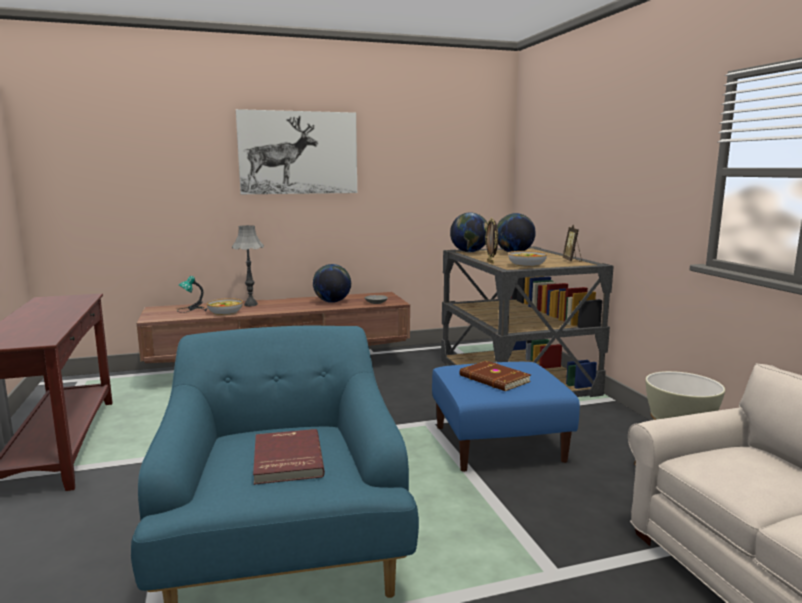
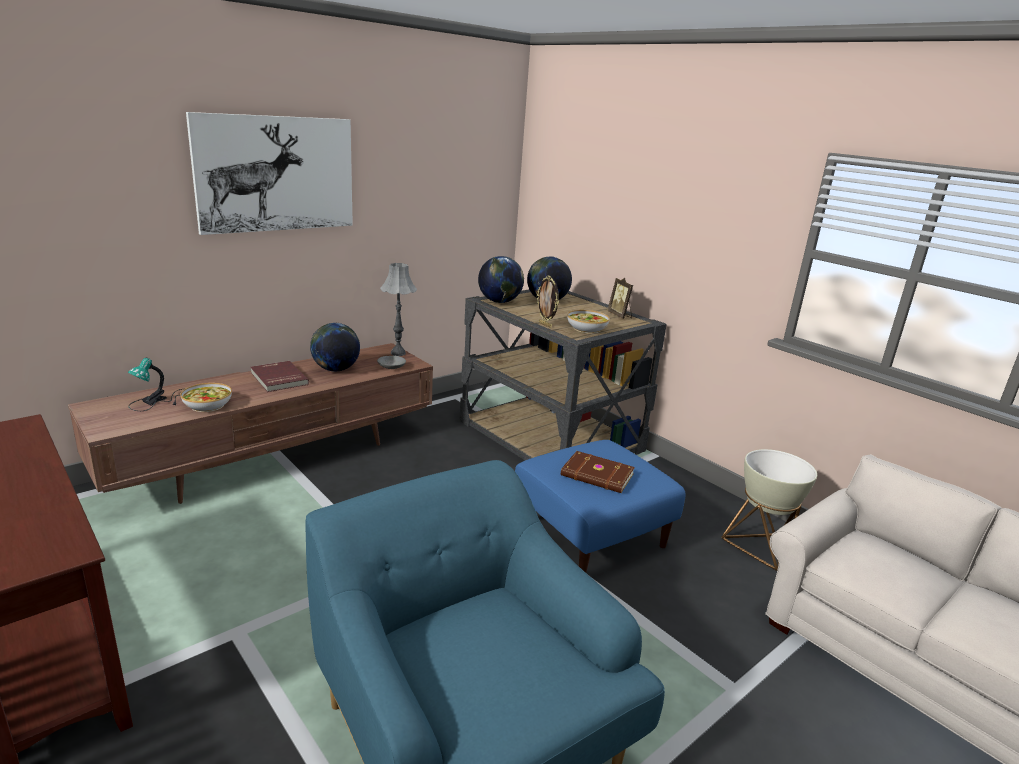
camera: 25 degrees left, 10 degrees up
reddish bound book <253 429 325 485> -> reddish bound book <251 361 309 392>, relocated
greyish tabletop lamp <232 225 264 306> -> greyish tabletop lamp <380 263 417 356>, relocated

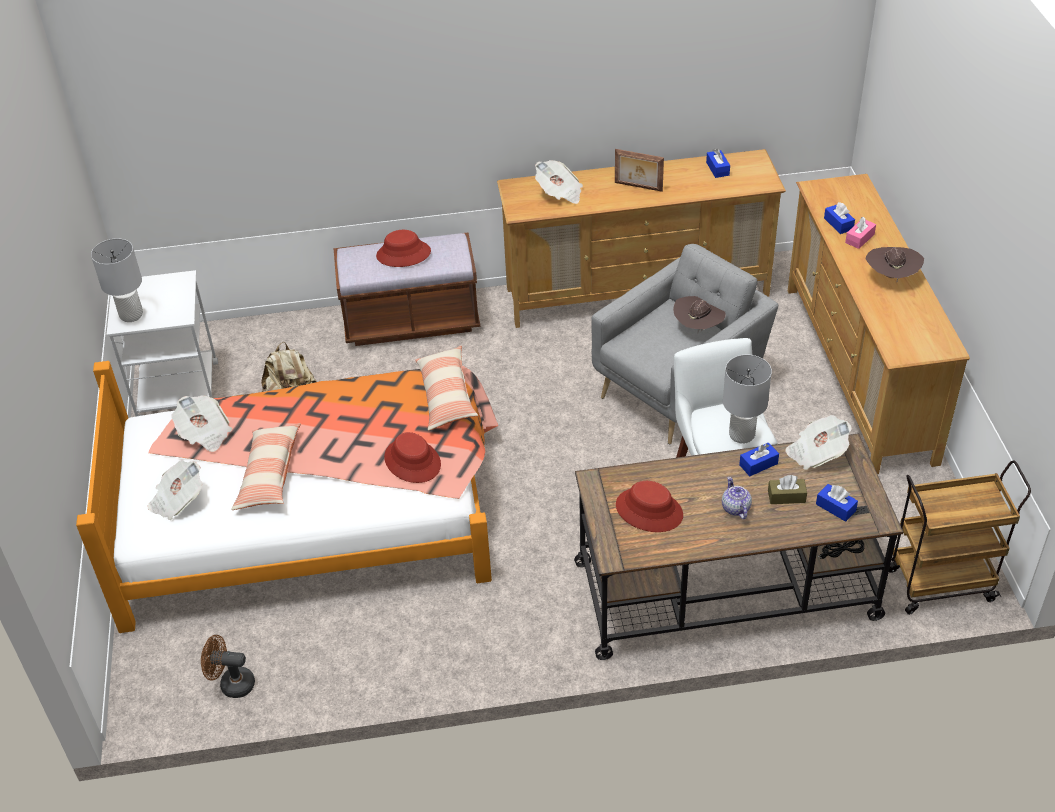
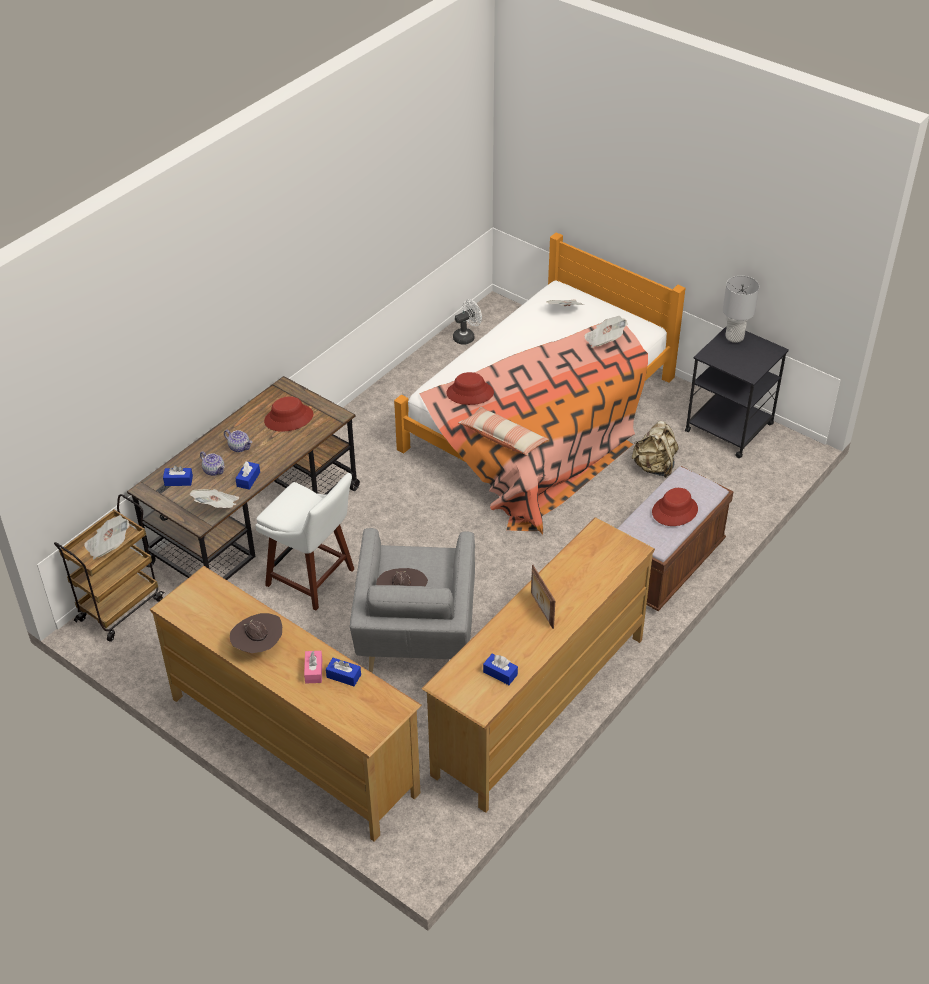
camera: 135 degrees right, 0 degrees up
newspaper <535 160 583 204> -> newspaper <84 515 130 559>, relocated
brownish box of tissues <768 475 807 504> -> tea pot <200 451 225 476>
brownish electric fan <201 635 255 698> -> whitish electric fan <453 299 482 345>
picture frame <615 149 664 192> -> picture frame <531 565 555 629>, 90 degrees counterclockwise
whitish wheeled cart <107 270 218 416> -> black-coloured wheeled cart <685 326 789 458>
pillow <231 423 301 510> -> none
greyish tabletop lamp <723 355 772 444> -> none

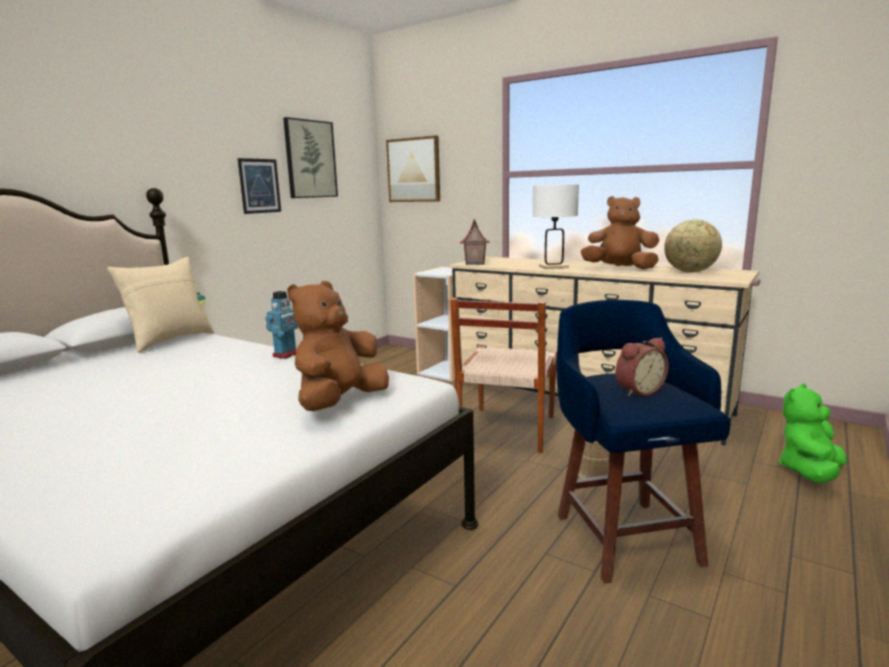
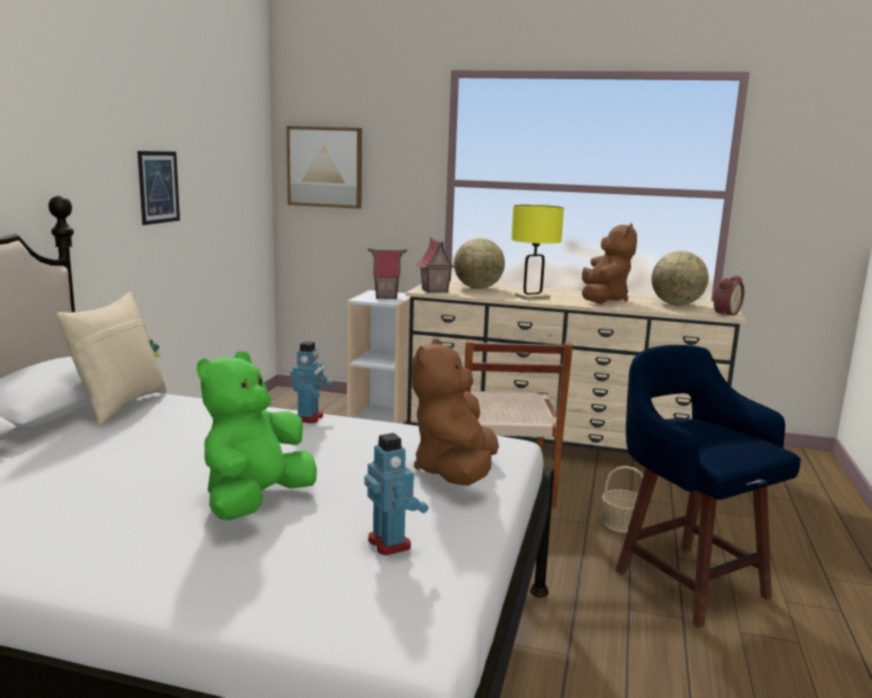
camera: 20 degrees left, 0 degrees up
green-coloured cuddly toy <779 383 847 483> -> green-coloured cuddly toy <197 351 317 520>, relocated
none -> robot figure <364 433 429 555>
none -> model house <368 248 407 299>
none -> globe <454 238 505 289>
whitish tabletop lamp <533 184 579 269> -> yellow-coloured tabletop lamp <511 205 564 300>
brownish cuddly toy <581 196 659 269> -> brownish cuddly toy <582 223 637 304>, 105 degrees clockwise
alarm clock <615 338 669 397> -> alarm clock <713 276 744 316>, relocated
picture <283 117 338 198> -> none

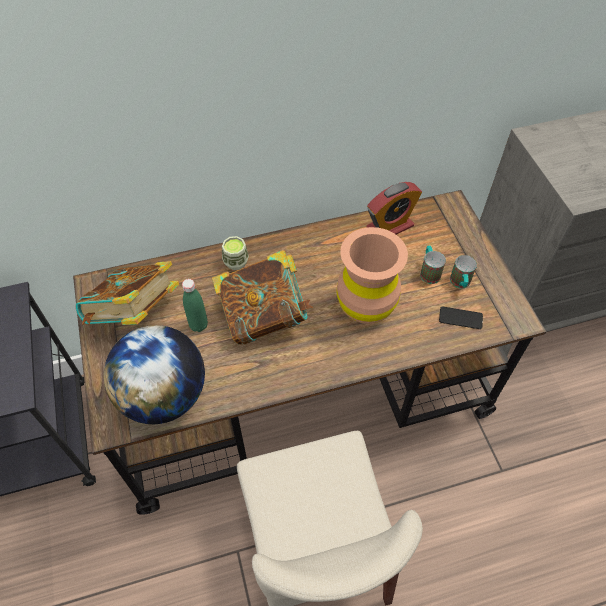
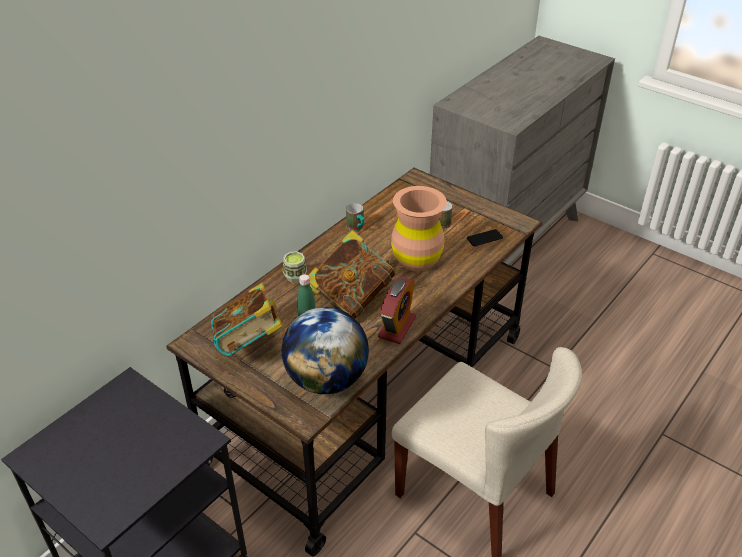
camera: 35 degrees left, 15 degrees down
coffee mug <450 255 477 288> -> coffee mug <346 203 364 231>, relocated
alarm clock <366 182 422 235> -> alarm clock <378 277 416 344>, relocated

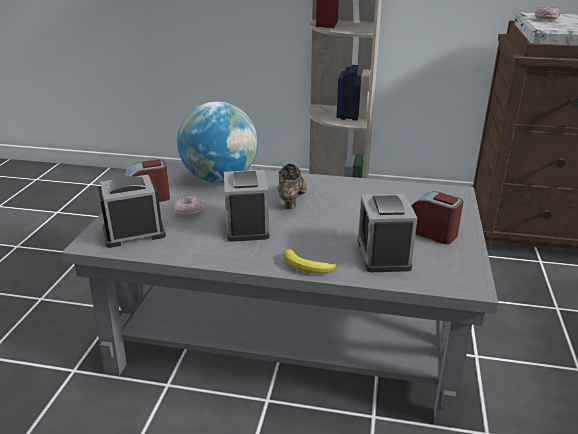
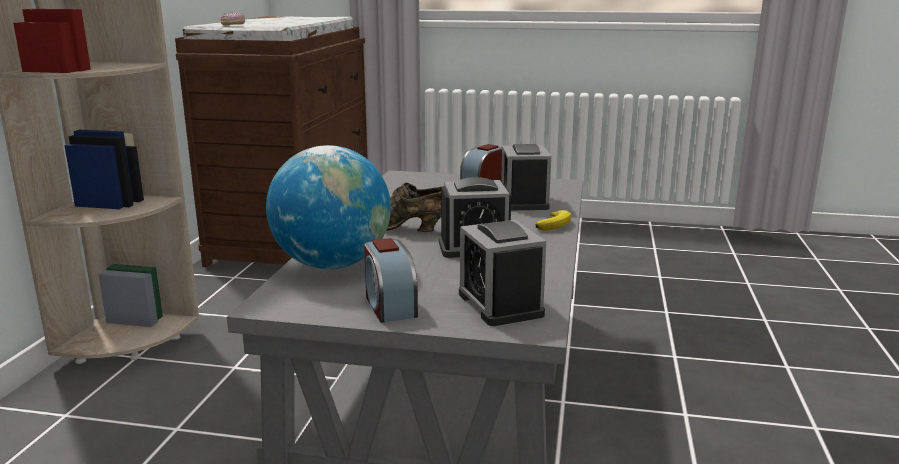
camera: 90 degrees left, 10 degrees down
alarm clock <358 194 418 272> -> alarm clock <501 144 551 210>, 90 degrees clockwise
doughnut <174 195 203 216> -> none

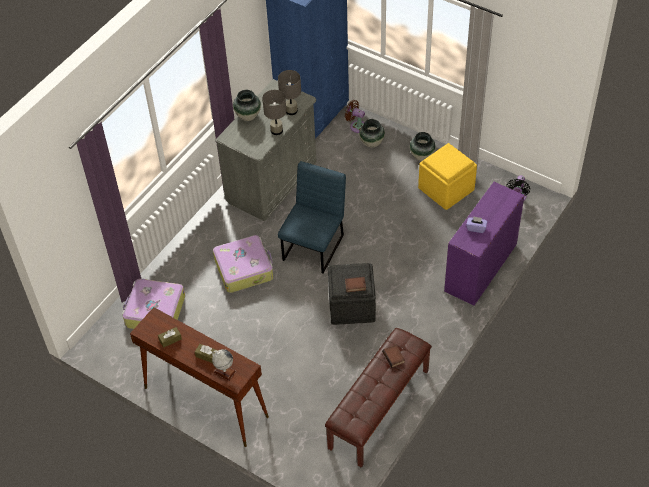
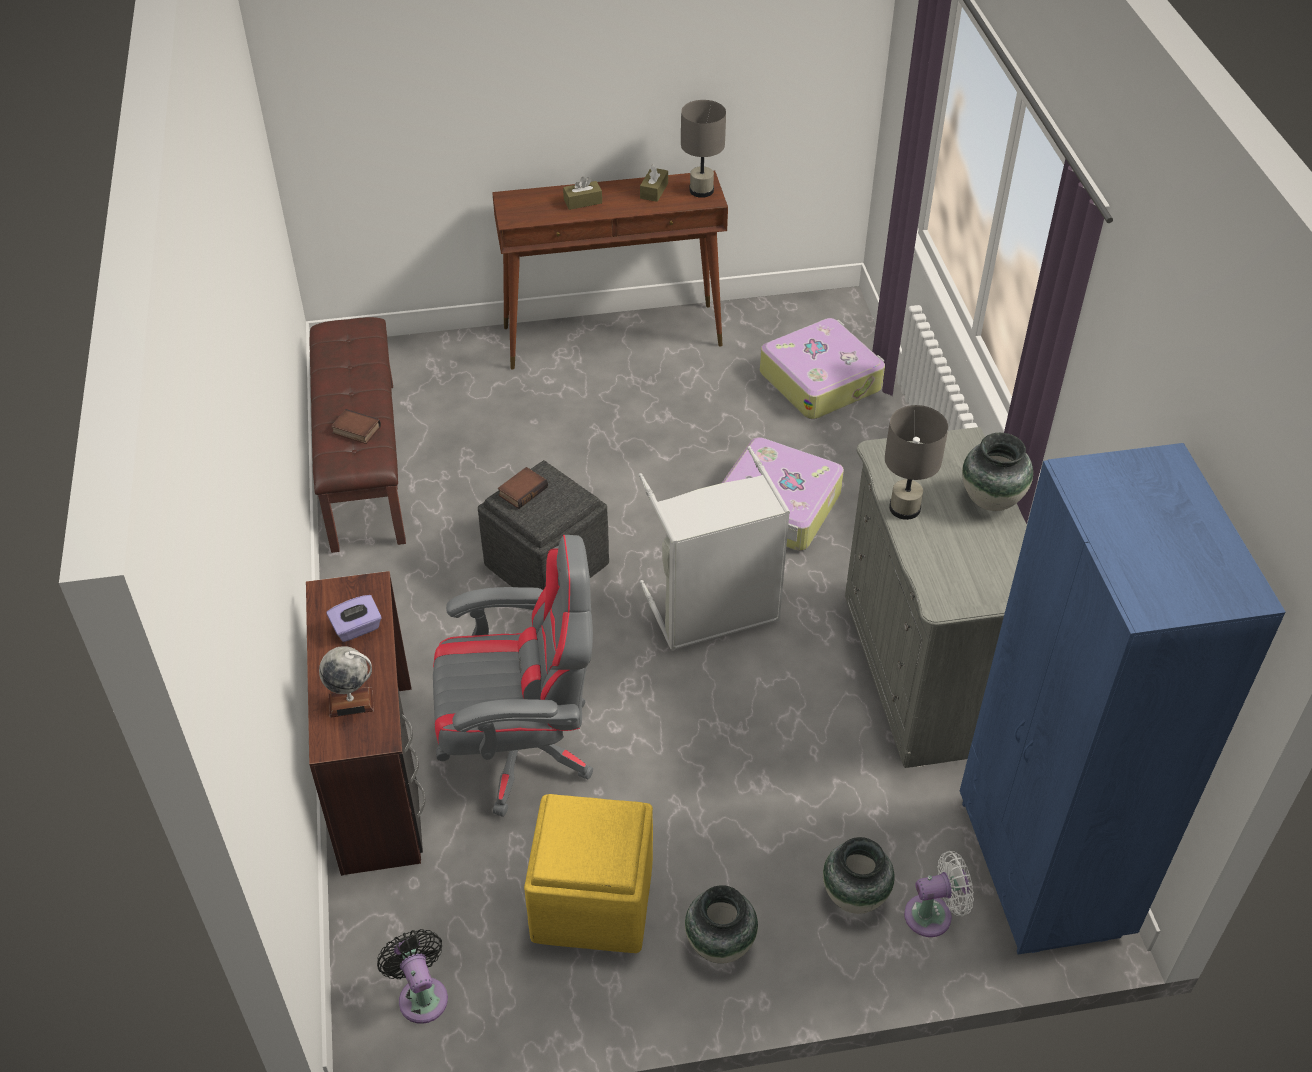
camera: 135 degrees right, 5 degrees down
purple-coloured desk unit <444 182 525 305> -> brownish desk unit <306 571 425 876>
globe <212 349 236 381> -> globe <319 646 374 718>, relocated
none -> greyish office chair <433 535 593 817>
blue chair <278 161 346 274> -> greyish washing basket <638 446 790 651>
greyish tabletop lamp <278 70 301 115> -> greyish tabletop lamp <681 100 726 198>, relocated
brownish electric fan <345 100 365 133> -> whitish electric fan <904 851 974 937>

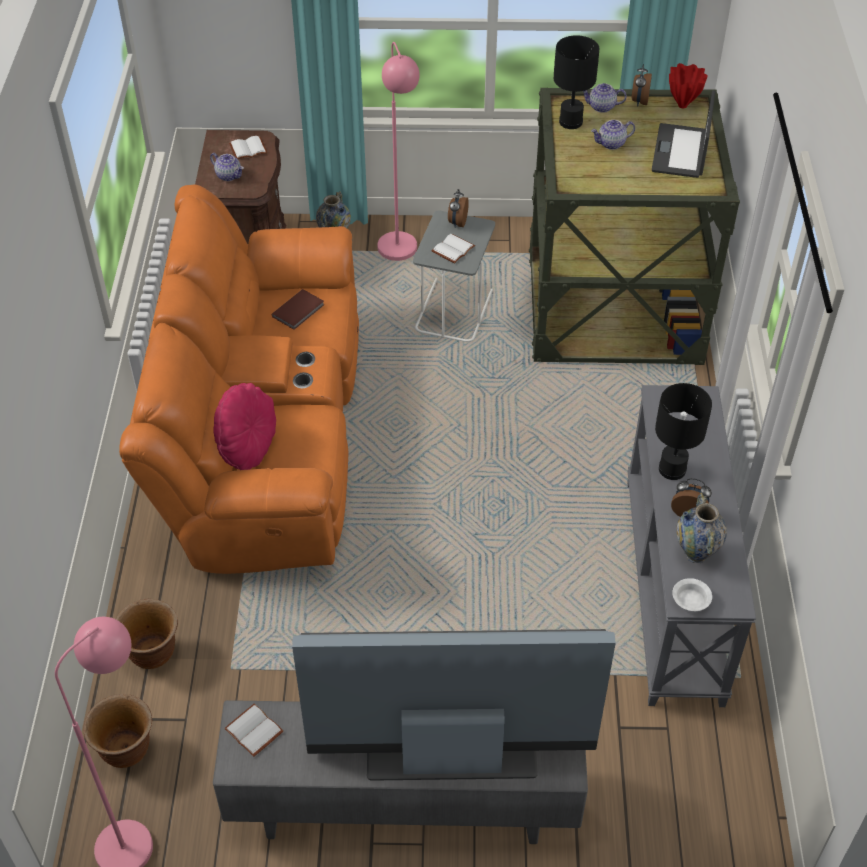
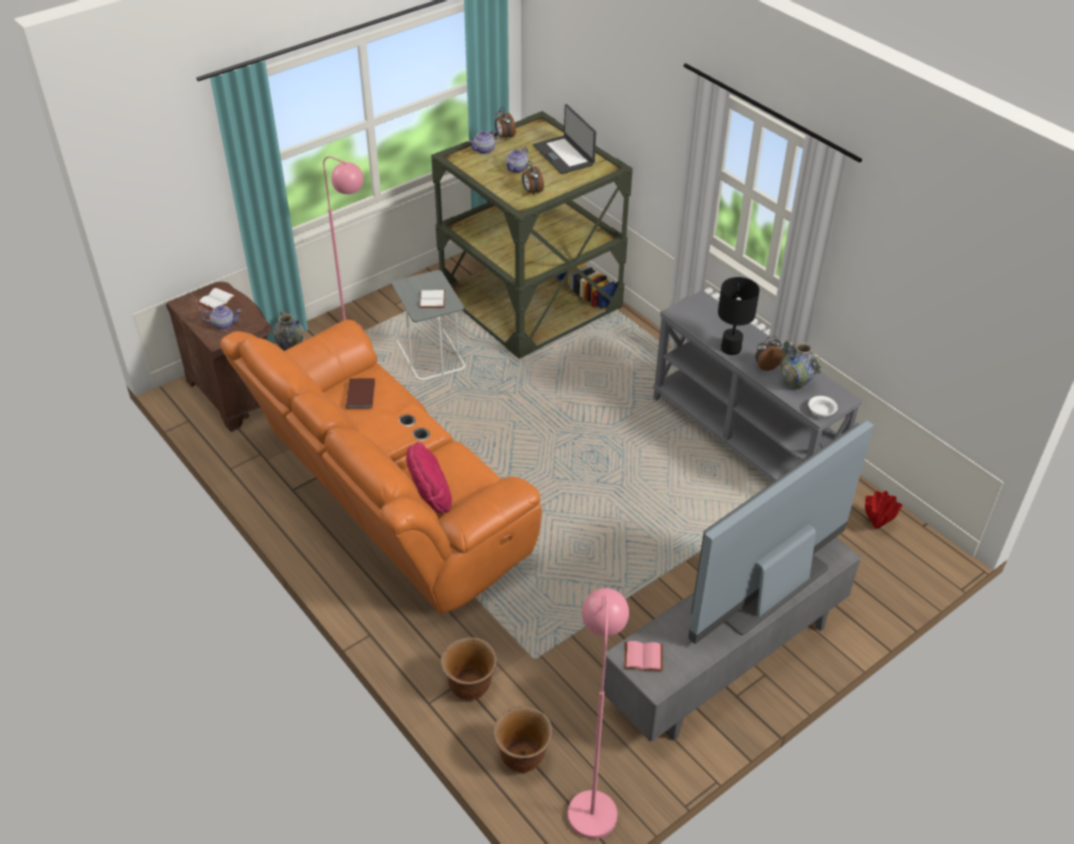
camera: 40 degrees left, 5 degrees down
alarm clock <448 189 469 228> -> alarm clock <522 161 544 196>, relocated
whitish bound book <224 704 283 757> -> pink bound book <625 641 663 671>
reddish decorative vase <669 63 707 108> -> reddish decorative vase <865 491 902 529>, relocated
black-coloured tabletop lamp <554 35 599 129> -> none

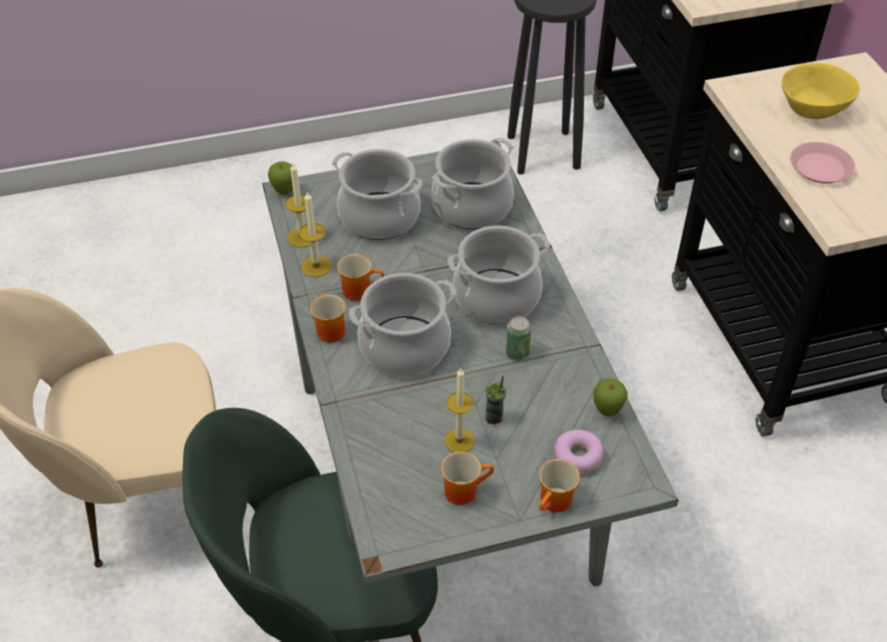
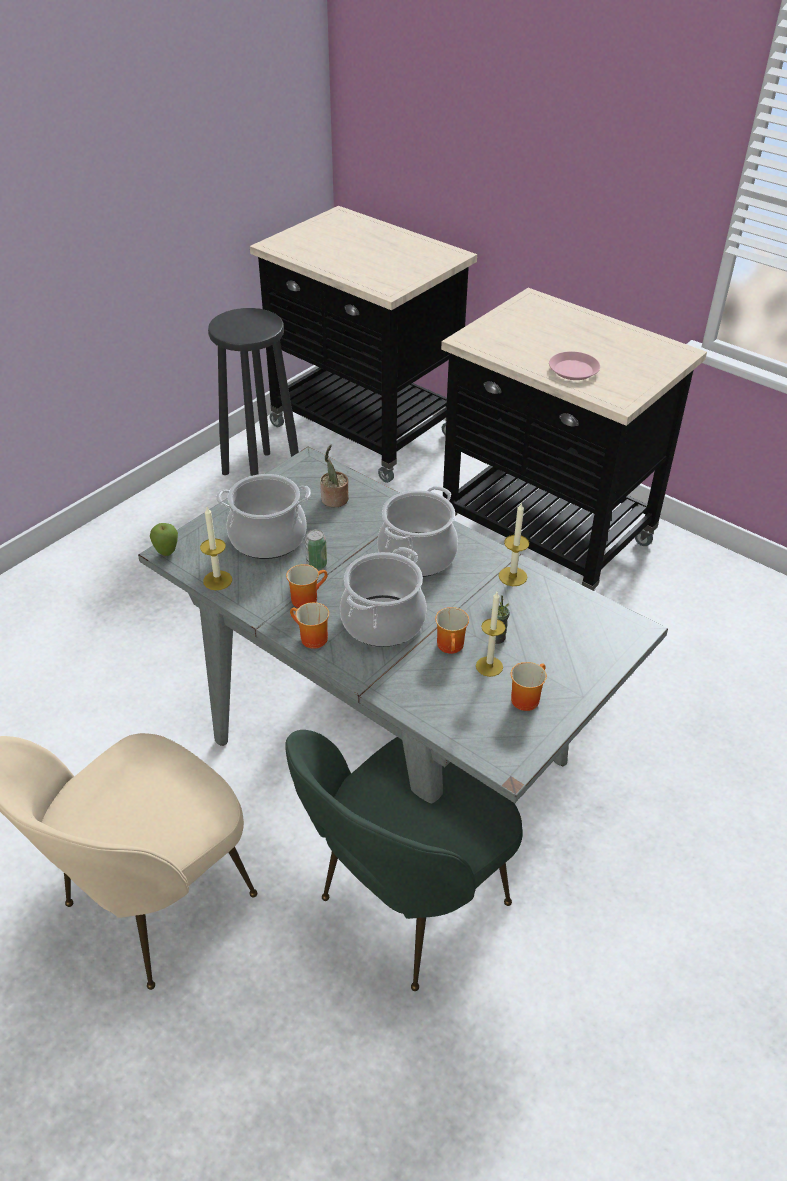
camera: 35 degrees left, 5 degrees down
metal can <506 316 531 360> -> metal can <305 529 327 570>, relocated
cooking pot <431 138 514 229> -> plant in a pot <320 444 349 507>
coffee mug <539 459 580 512> -> coffee mug <435 607 469 654>, relocated
candle <299 192 332 277> -> candle <499 502 529 586>, relocated
doughnut <554 430 604 474> -> none
apple fruit <593 379 628 417> -> none
yellow-coloured serving bowl <782 63 860 119> -> none

